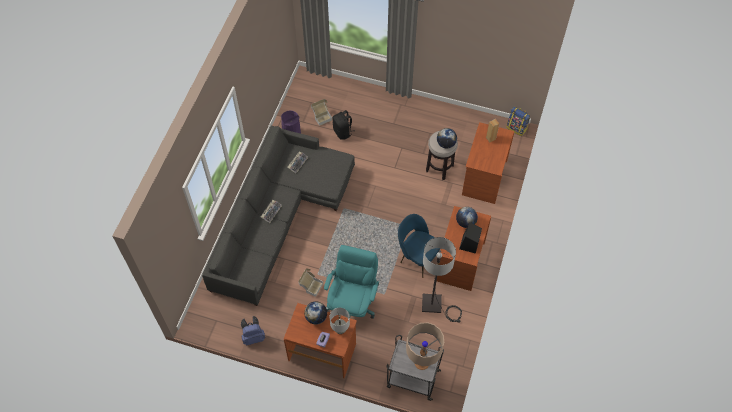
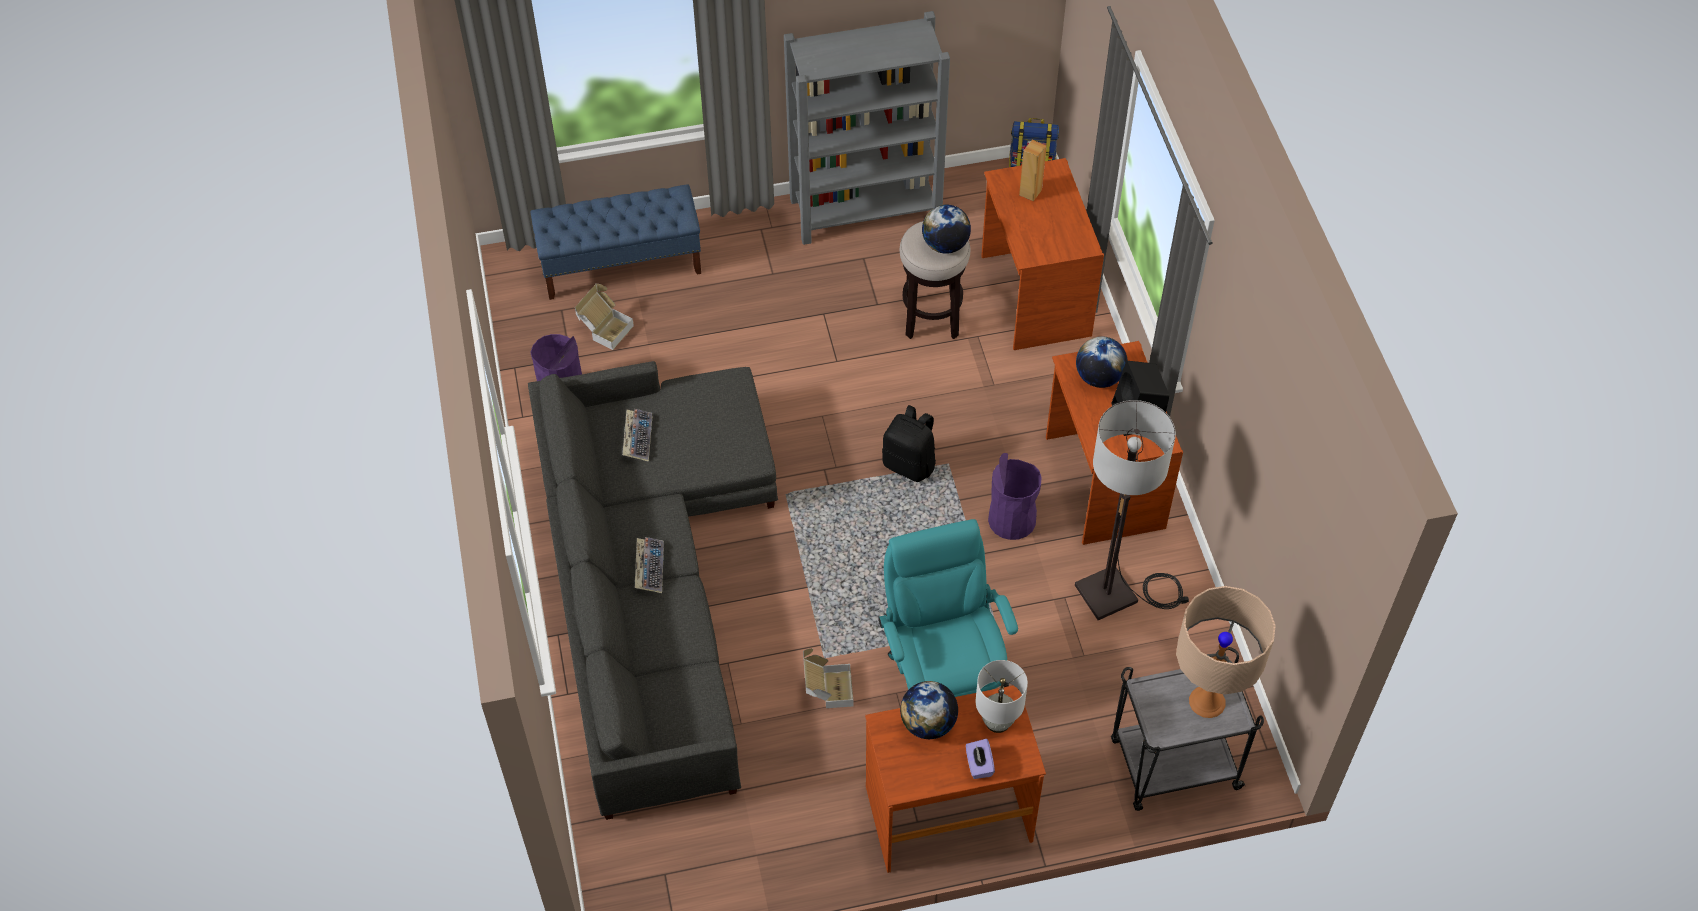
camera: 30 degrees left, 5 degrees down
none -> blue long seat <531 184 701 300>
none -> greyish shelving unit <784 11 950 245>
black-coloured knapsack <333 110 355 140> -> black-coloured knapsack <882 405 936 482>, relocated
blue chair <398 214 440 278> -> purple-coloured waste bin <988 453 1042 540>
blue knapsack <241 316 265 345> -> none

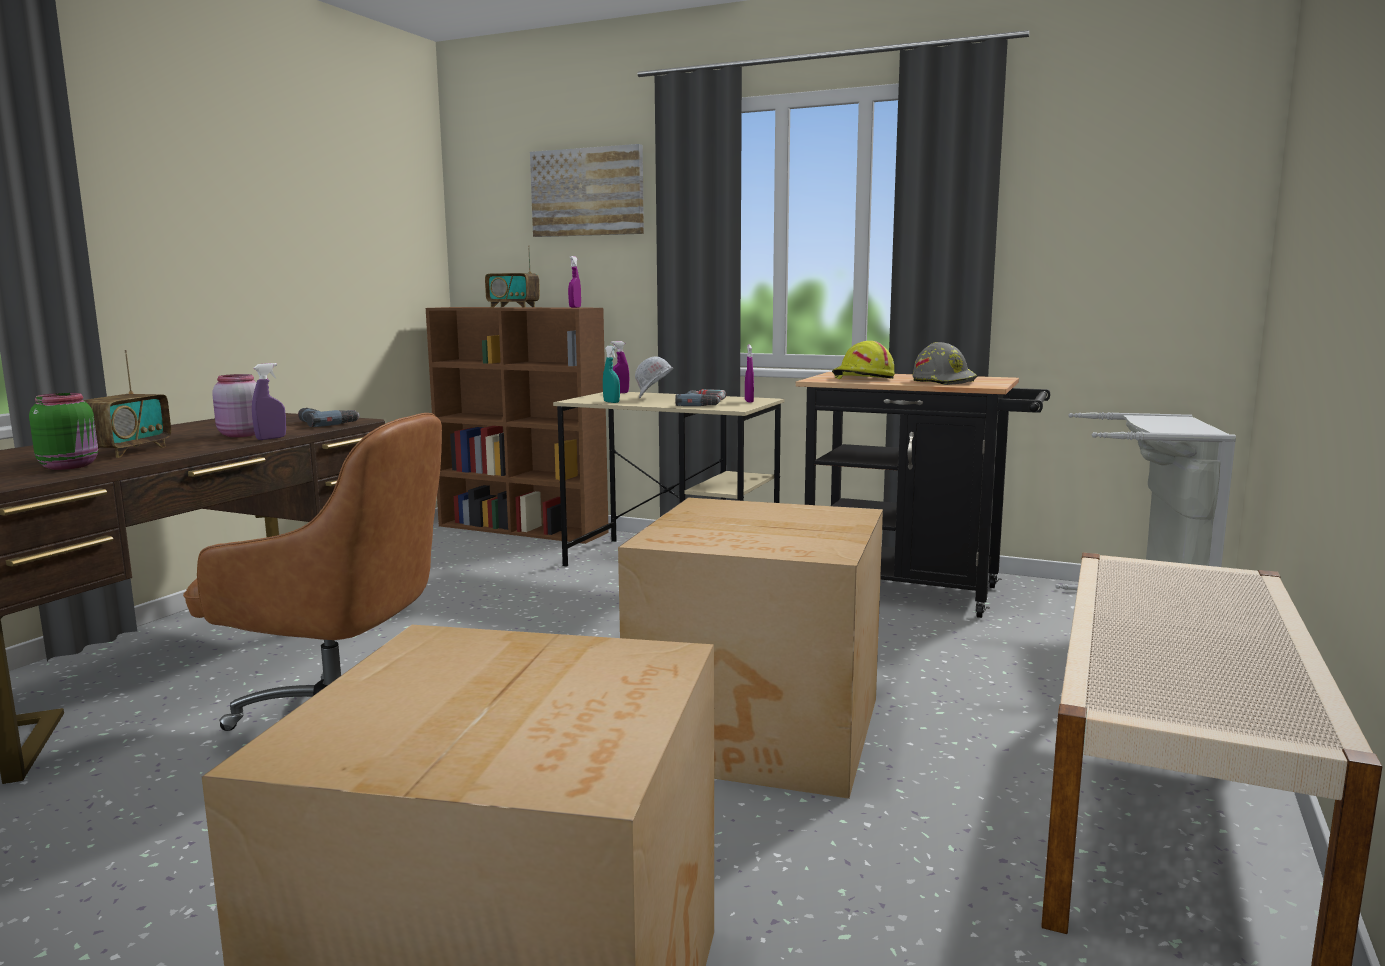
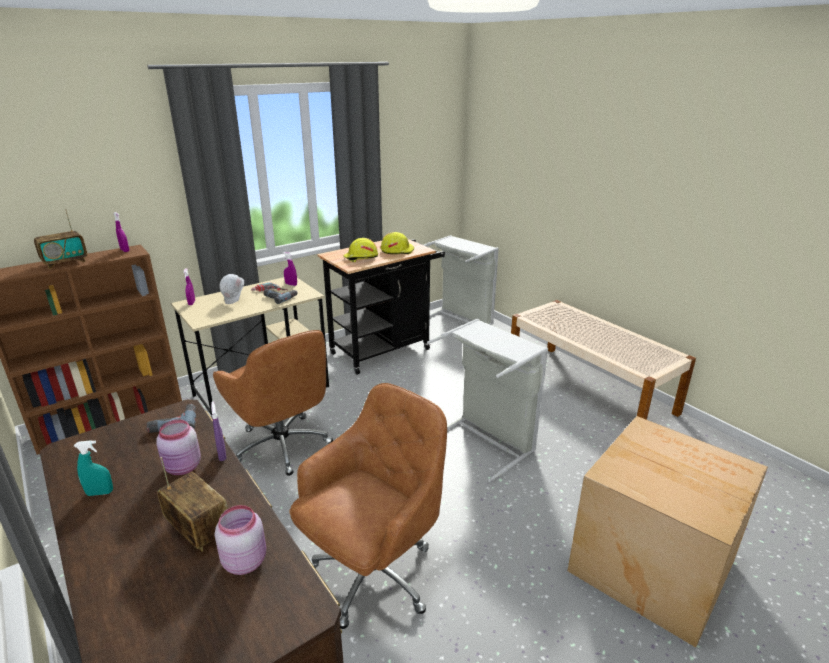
camera: 60 degrees left, 15 degrees up
turquoise-coloured hand sprayer <603 346 620 403> -> turquoise-coloured hand sprayer <74 440 113 496>, relocated
none -> brownish office chair <213 330 333 476>
green-coloured preserve jar <29 393 98 470> -> pink preserve jar <215 505 266 575>
greyish safety helmet <912 342 977 385> -> yellow-coloured safety helmet <381 232 414 254>
packing box <618 498 883 799> -> greyish washing basket <427 319 548 482>
picture <530 144 644 237> -> none

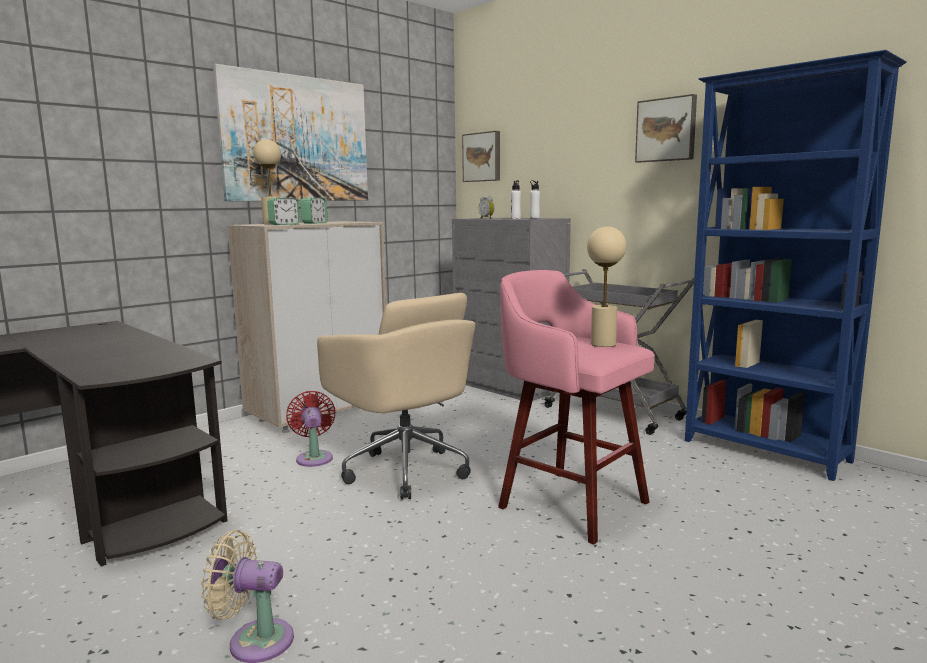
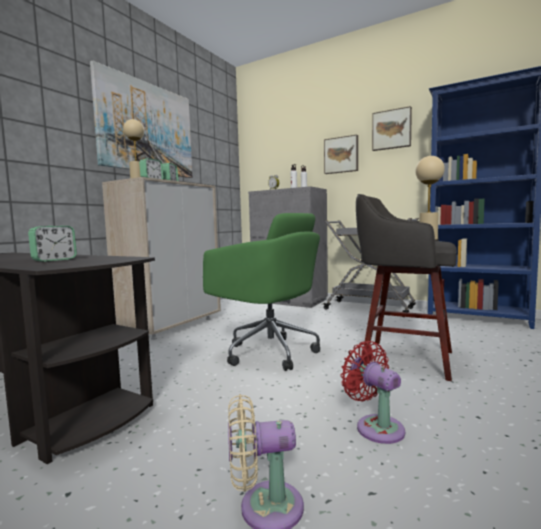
camera: 15 degrees left, 5 degrees down
none -> alarm clock <28 226 77 262>
beige-coloured office chair <317 293 475 500> -> green-coloured office chair <203 213 320 371>
picture <462 131 500 182> -> picture <324 135 358 174>, relocated
reddish electric fan <286 391 335 467> -> reddish electric fan <341 341 405 444>, relocated
pink sitting stool <498 270 655 545> -> greyish sitting stool <356 194 457 381>

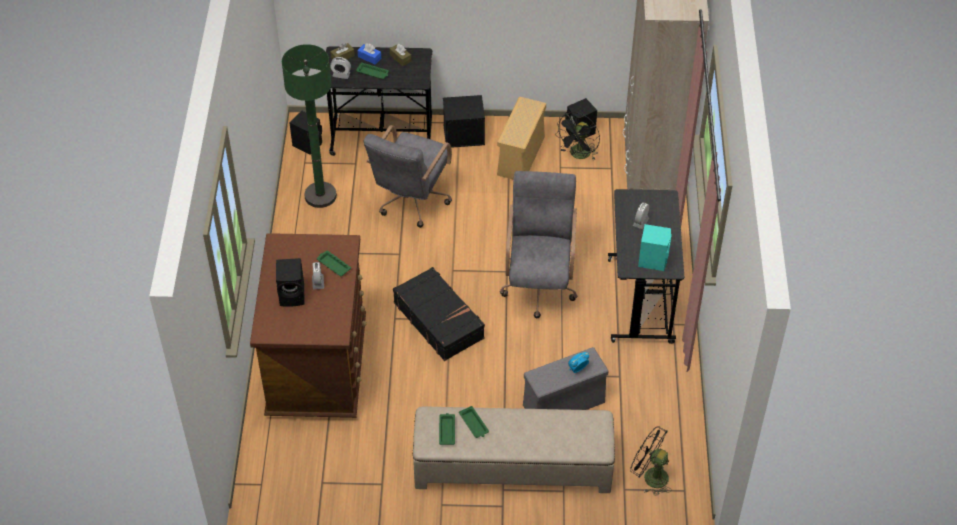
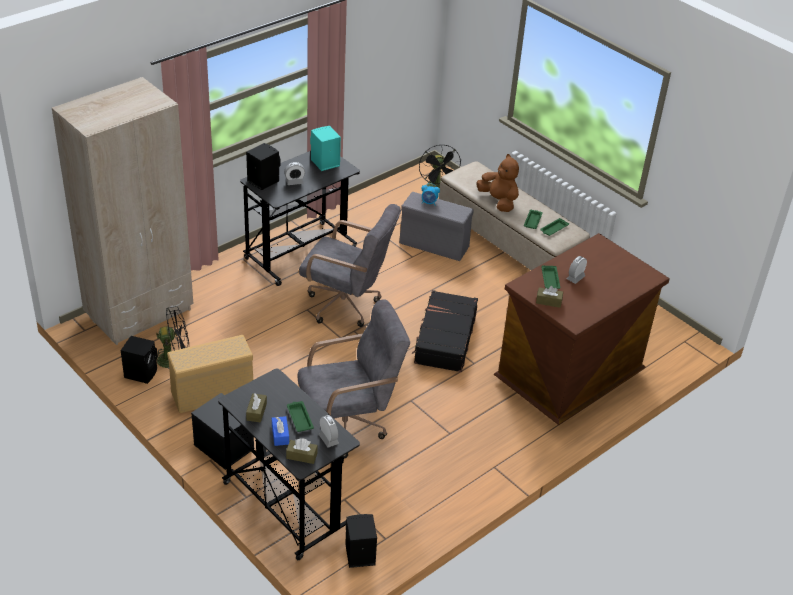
camera: 135 degrees left, 10 degrees down
black-coloured speaker <276 258 305 307> -> black-coloured speaker <246 143 280 190>, relocated
greyish office chair <500 171 577 318> -> greyish office chair <299 204 401 327>, 120 degrees counterclockwise
none -> brownish cuddly toy <477 154 519 212>
none -> brownish box of tissues <536 286 563 308>
green-coloured standing lamp <282 44 337 208> -> none

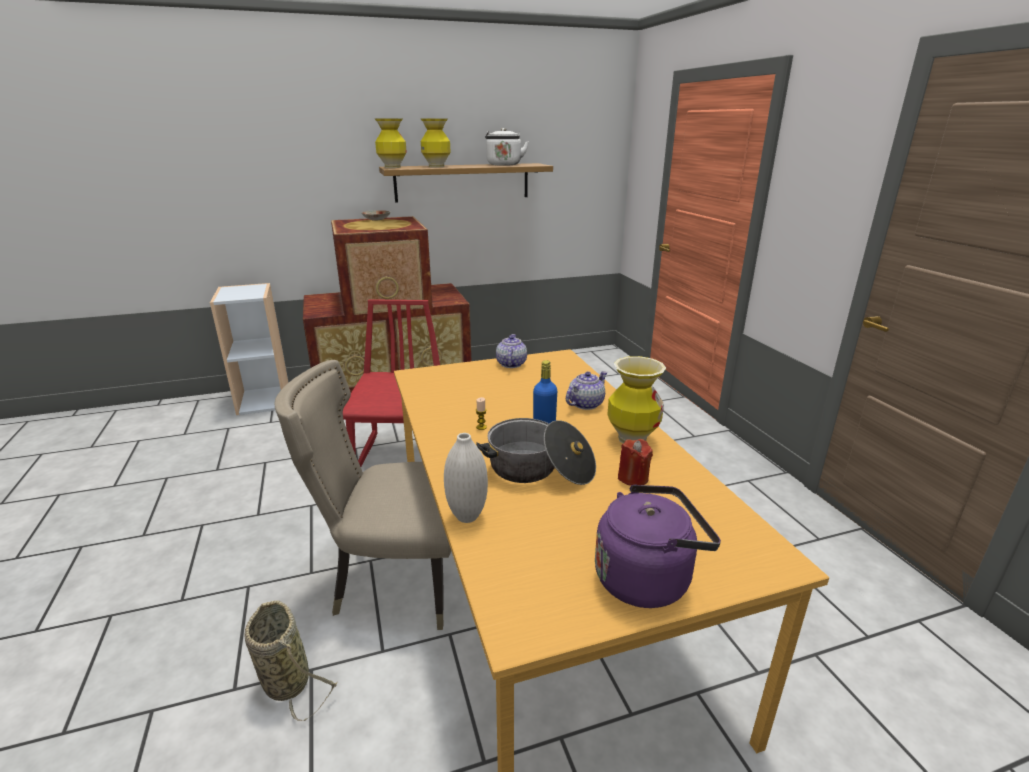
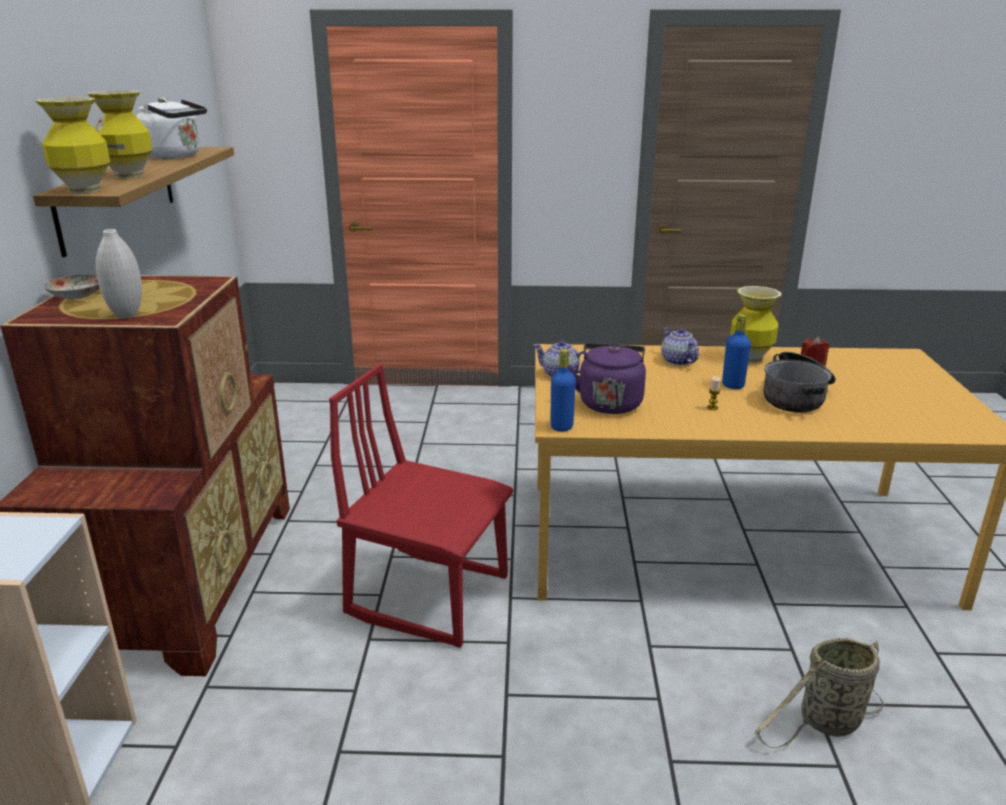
camera: 70 degrees left, 0 degrees up
whitish decorative vase <444 433 488 523> -> whitish decorative vase <96 229 142 318>, relocated
none -> blue drink bottle <550 349 576 432>
purple-coloured kettle <595 484 721 608> -> purple-coloured kettle <569 344 646 414>, relocated
beige-coloured chair <275 360 451 630> -> none

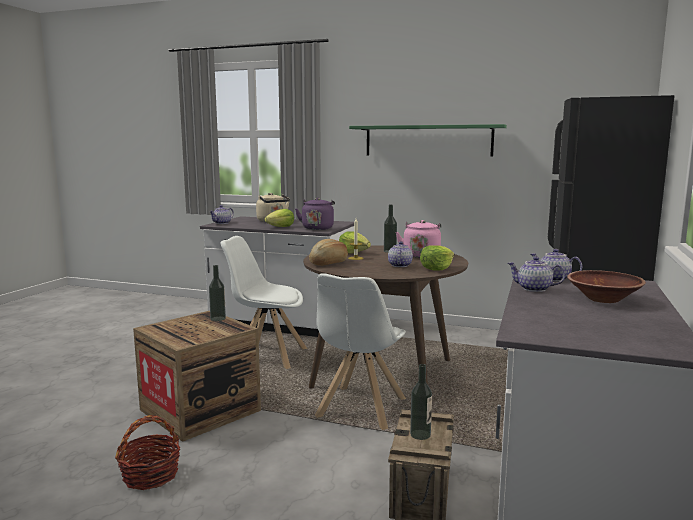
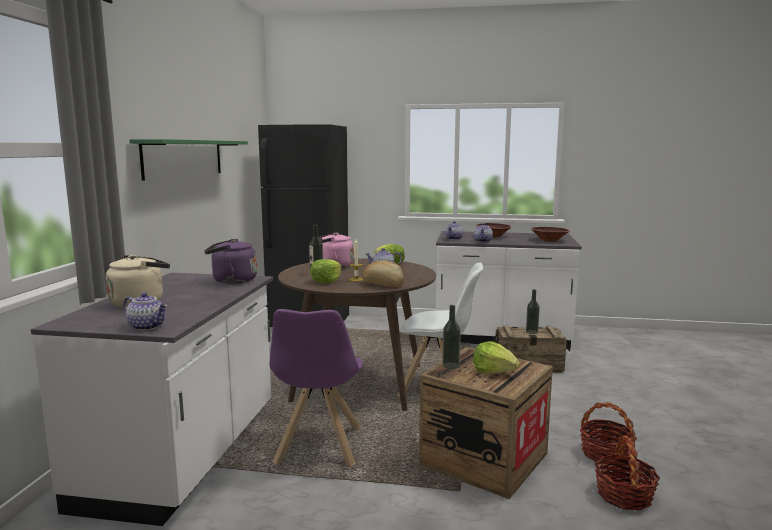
camera: 100 degrees left, 0 degrees up
whitish chair <221 236 307 369> -> purple-coloured chair <269 309 363 467>
lettuce head <264 209 294 227> -> lettuce head <473 341 520 373>, relocated
none -> brownish serving bowl <531 227 570 242>
none -> household basket <594 435 660 511>

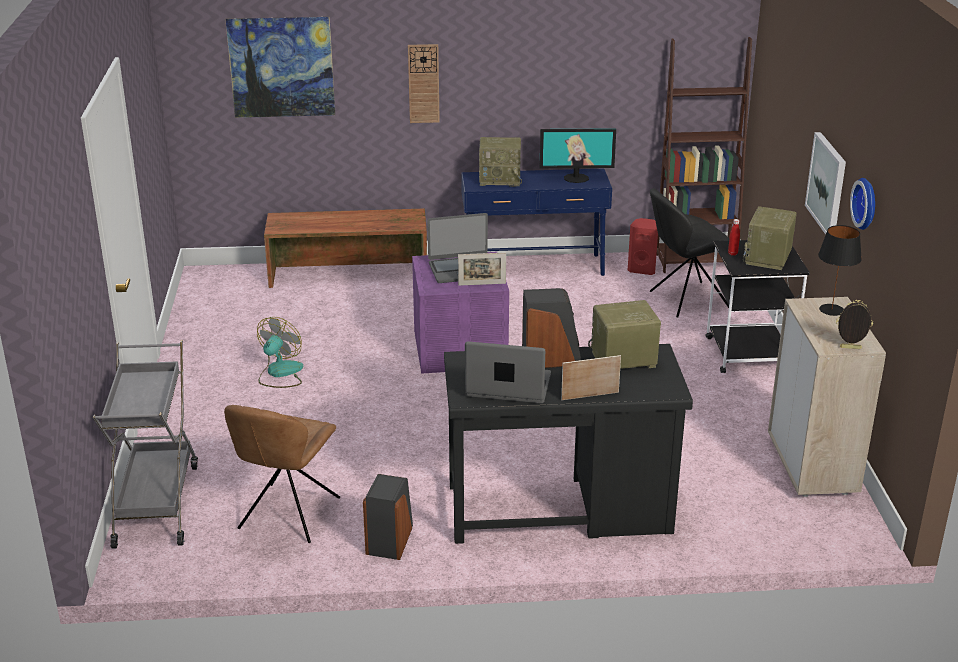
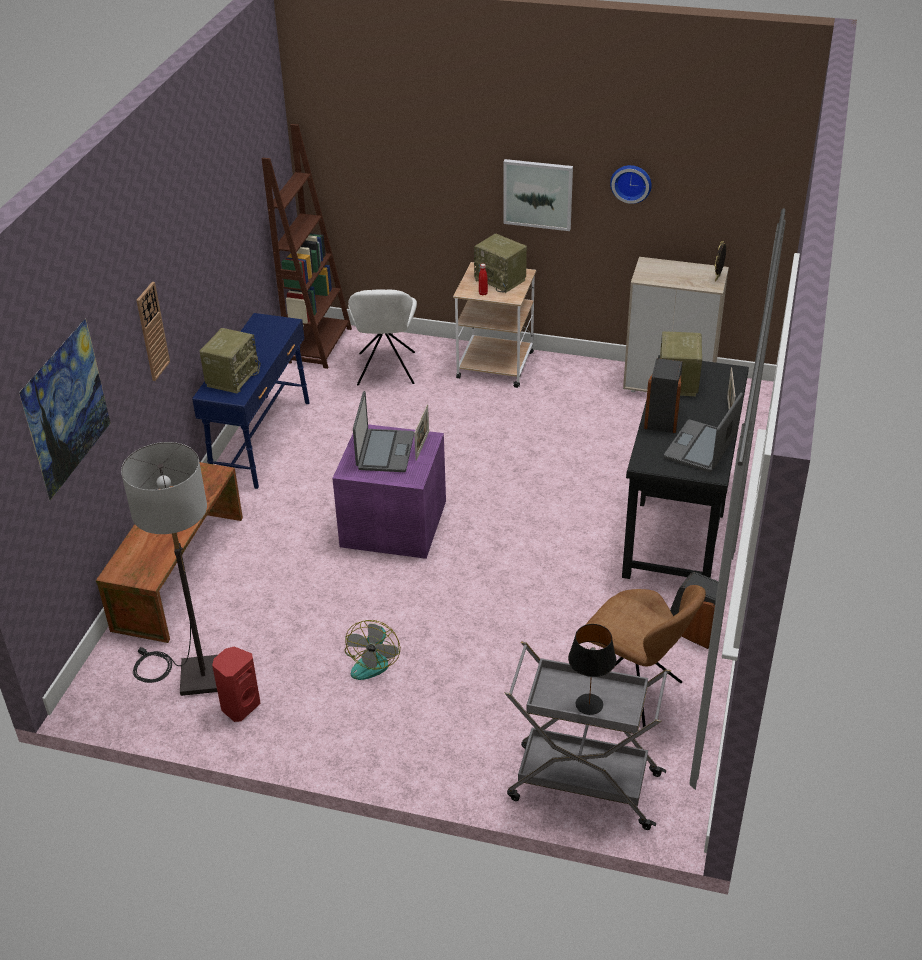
camera: 70 degrees left, 10 degrees up
none -> standing lamp <121 442 217 696>
reddish speaker <628 218 658 275> -> reddish speaker <212 647 261 722>, relocated
electric fan <257 317 303 388> -> electric fan <344 620 400 680>, 120 degrees counterclockwise
black-coloured chair <650 188 730 318> -> whitish chair <348 289 417 386>
black-coloured wheeled cart <705 240 810 373> -> beige-coloured wheeled cart <453 262 536 388>
black-coloured tabletop lamp <818 225 862 316> -> black-coloured tabletop lamp <568 624 616 715>, relocated
computer screen <540 128 616 183> -> none

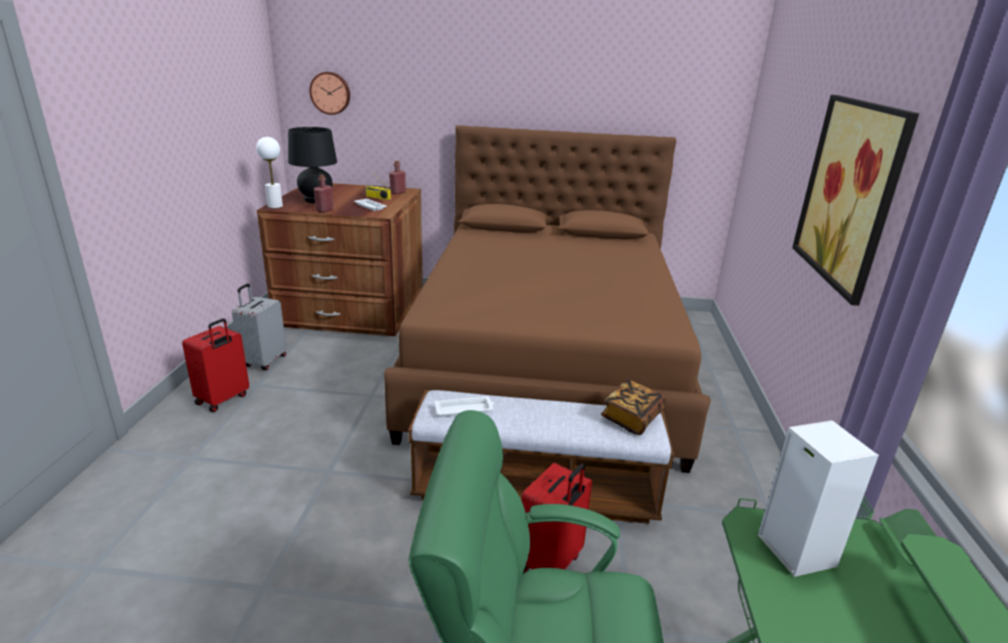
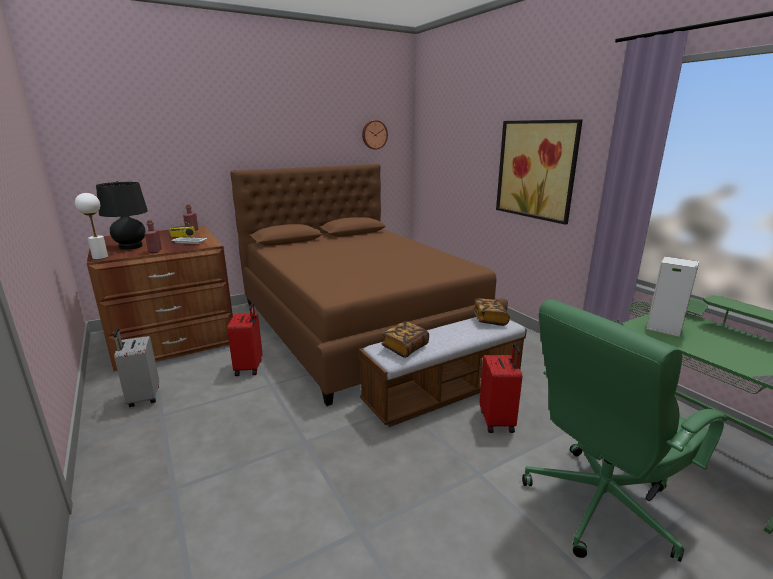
camera: 35 degrees left, 5 degrees down
reddish travel case <182 319 249 412> -> reddish travel case <227 303 262 376>, relocated
wall clock <309 72 350 115> -> wall clock <362 120 388 150>, relocated
whitish tray <434 396 494 417> -> bound book <382 321 429 358>

